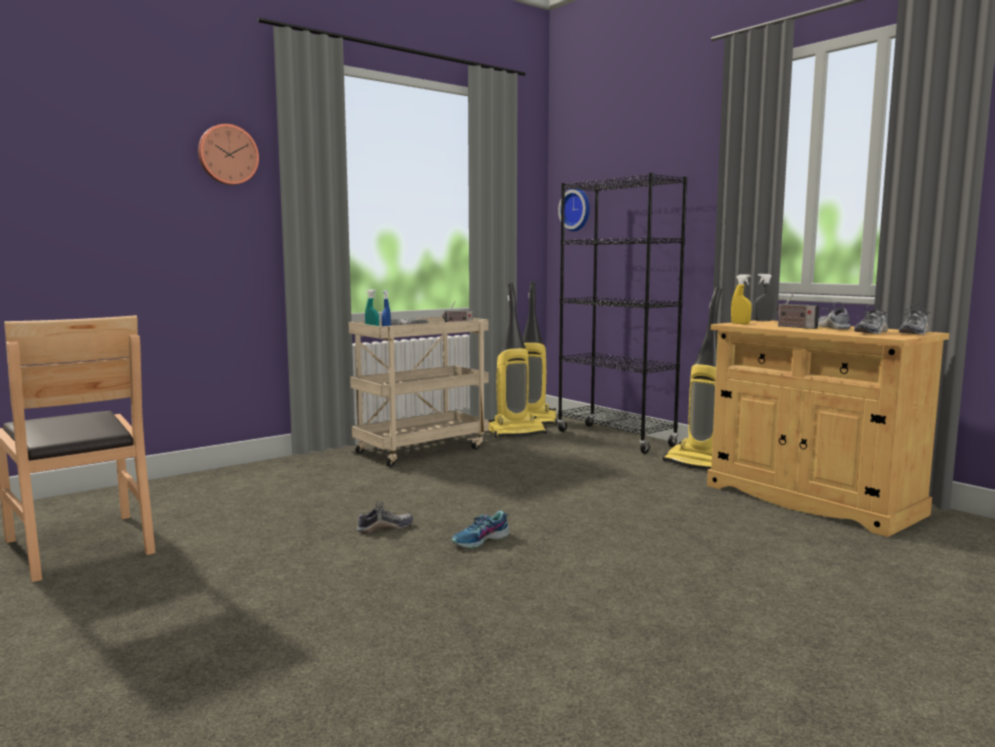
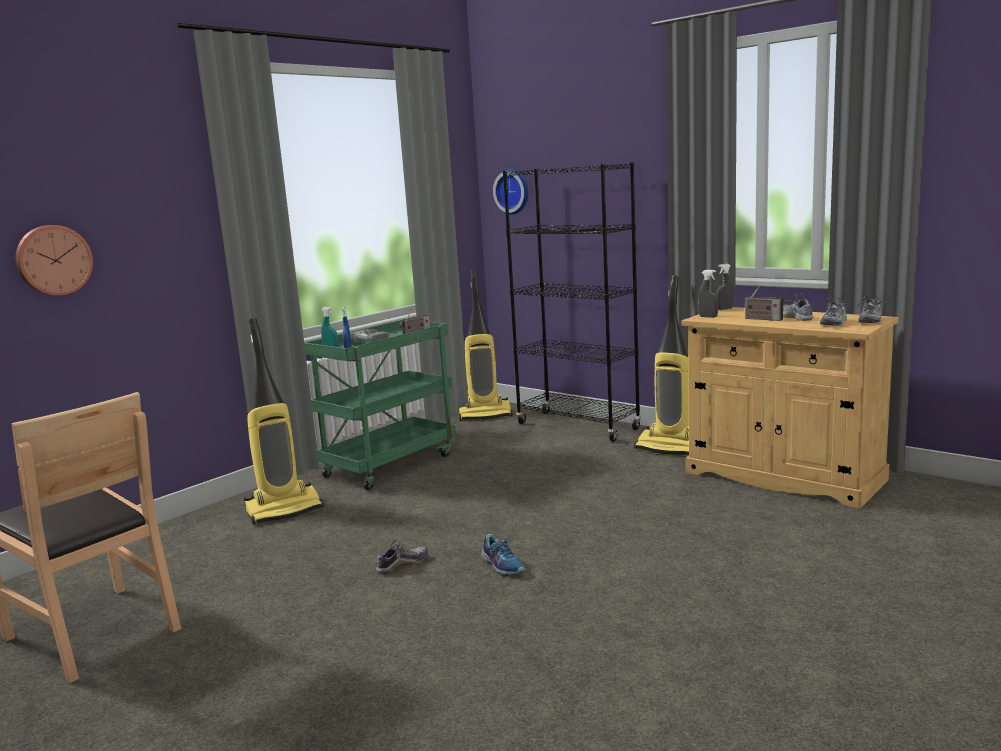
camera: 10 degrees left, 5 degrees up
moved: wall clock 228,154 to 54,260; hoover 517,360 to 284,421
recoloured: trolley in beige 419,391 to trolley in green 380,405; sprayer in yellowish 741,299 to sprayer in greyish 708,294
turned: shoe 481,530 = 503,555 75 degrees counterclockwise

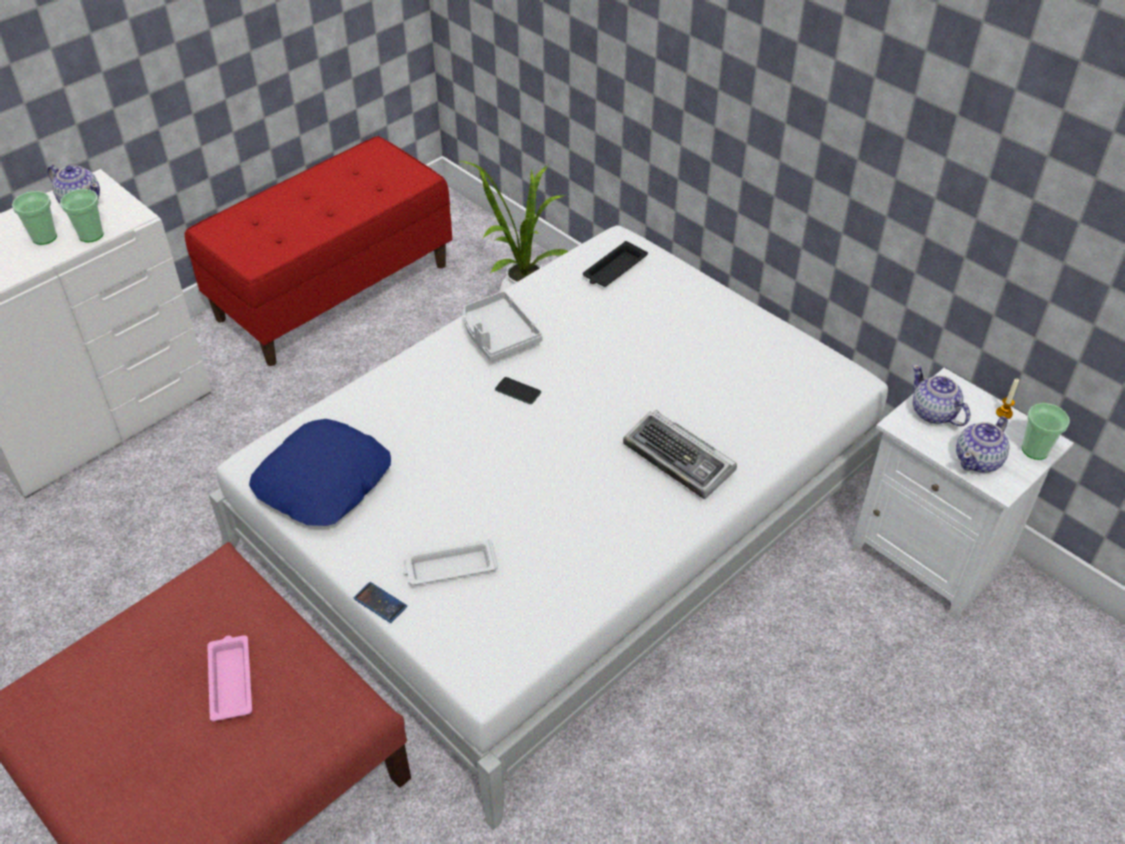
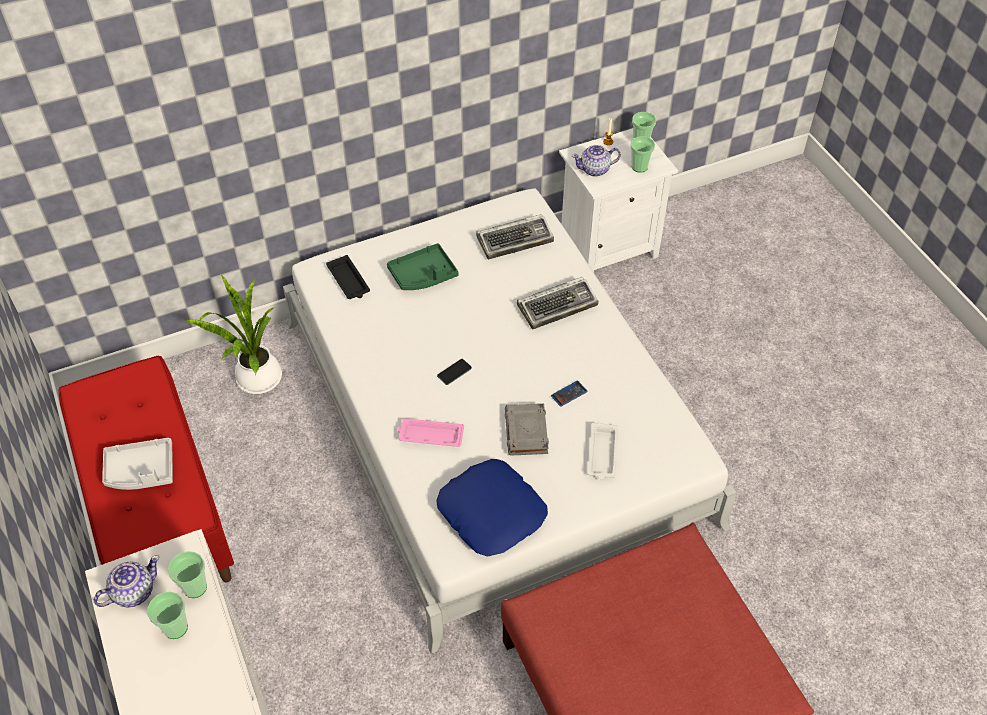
camera: 70 degrees left, 5 degrees up
added: serving tray in green 423,266; computer keyboard 515,237; book in greyish 527,429
moved: serving tray in pink-coloured 229,678 to 431,432; telephone 380,602 to 569,394; serving tray in greyish 503,326 to 137,464
replaced: pot for tea 983,444 to drinking cup 642,154

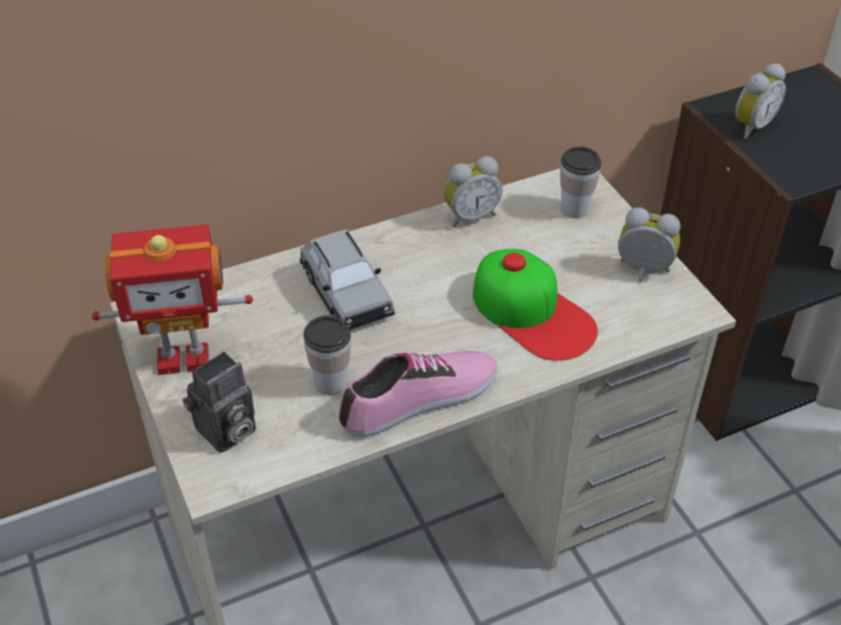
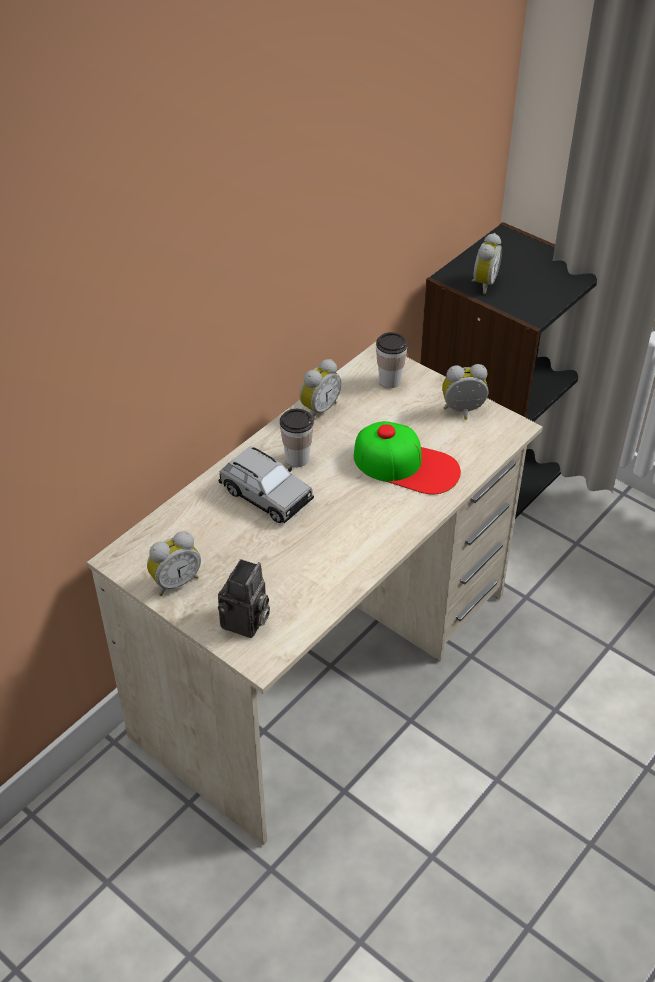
camera: 25 degrees left, 0 degrees up
removed: shoe 418,394
moved: drinking cup 327,355 to 297,438
replaced: model robot 172,299 to alarm clock 174,563

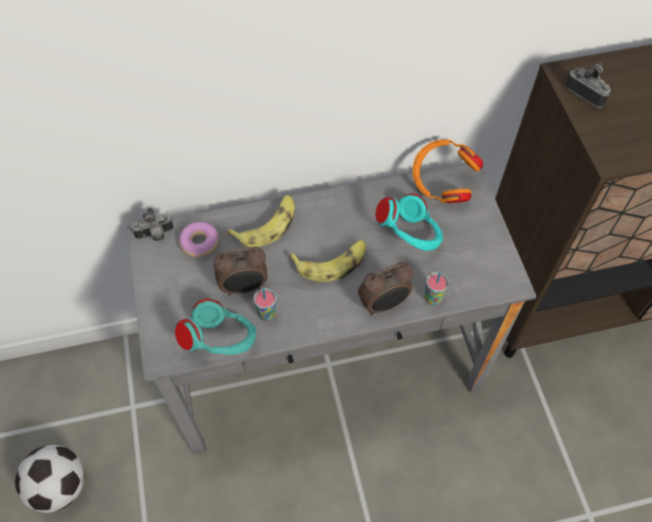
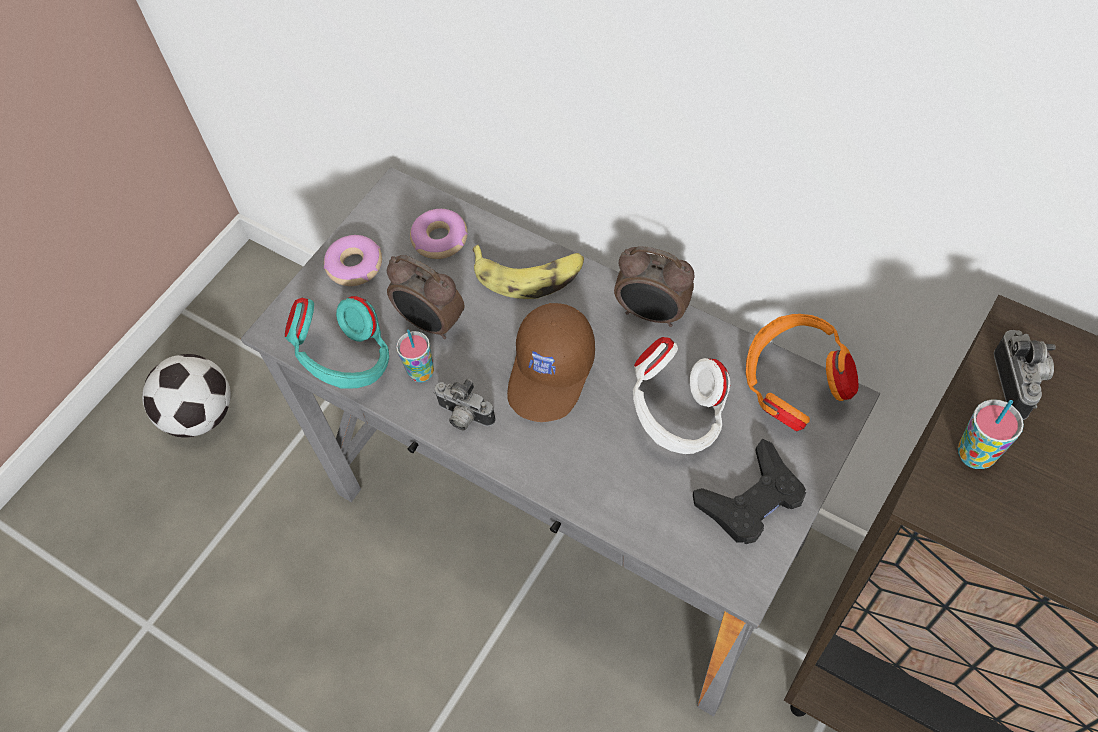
camera: 50 degrees right, 0 degrees up
added: doughnut 353,260; game controller in blackish 749,491
moved: still camera 152,224 to 465,404; alarm clock 385,288 to 654,286; drinking cup 436,288 to 991,434
replaced: banana fruit 328,261 to baseball cap in brown-coloured 551,362
recoloured: headphones in turquoise 409,222 to headphones in whitish 681,395

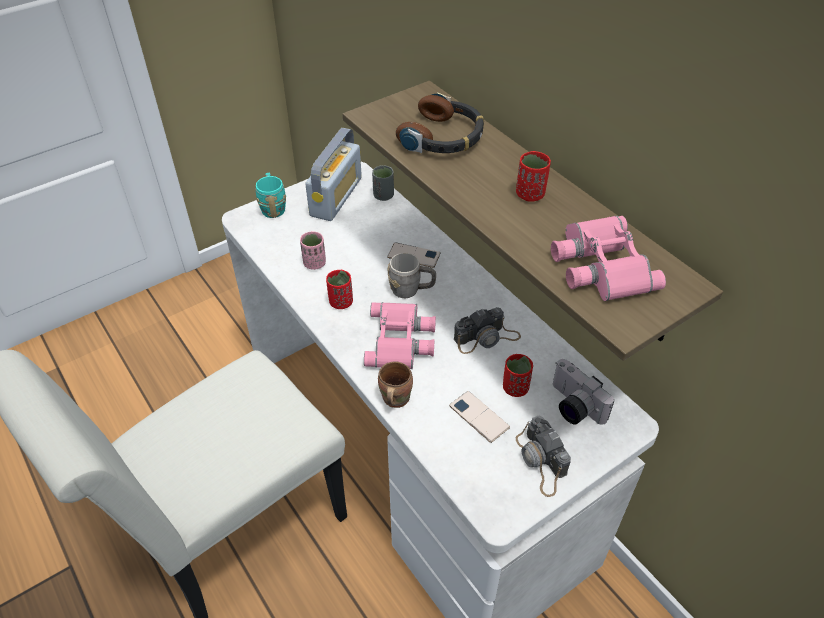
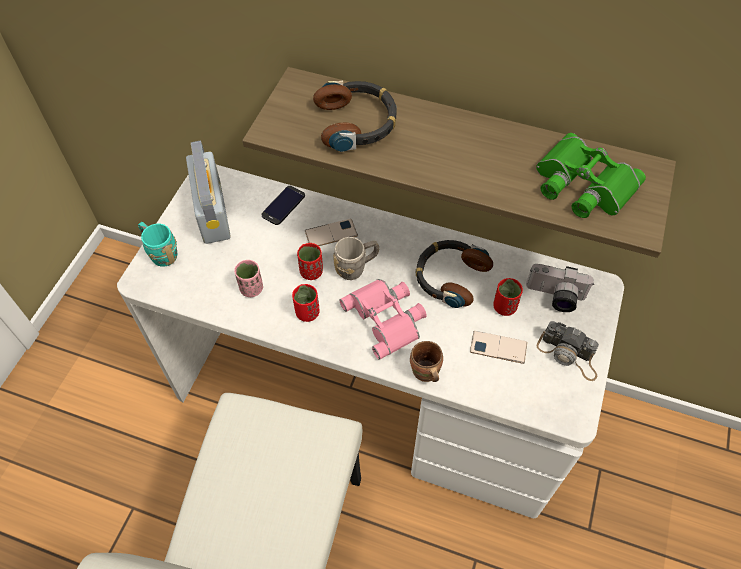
camera: 35 degrees left, 10 degrees up
removed: drinking cup in greyish 383,183
added: telephone 283,205
moved: drinking cup in reddish 533,176 to 310,261
replaced: still camera 487,330 to headphones 454,274
recoloured: pair of binoculars in pink-coloured 608,258 to pair of binoculars in green 591,175

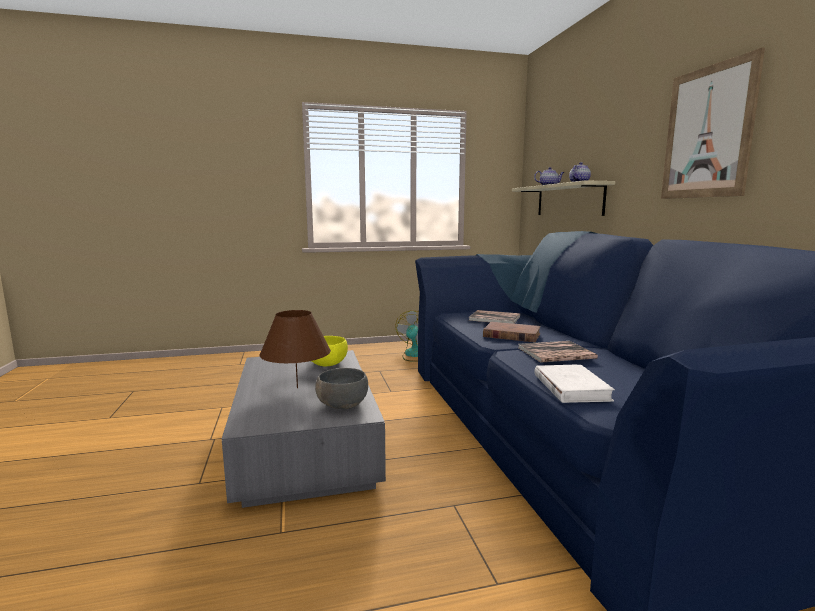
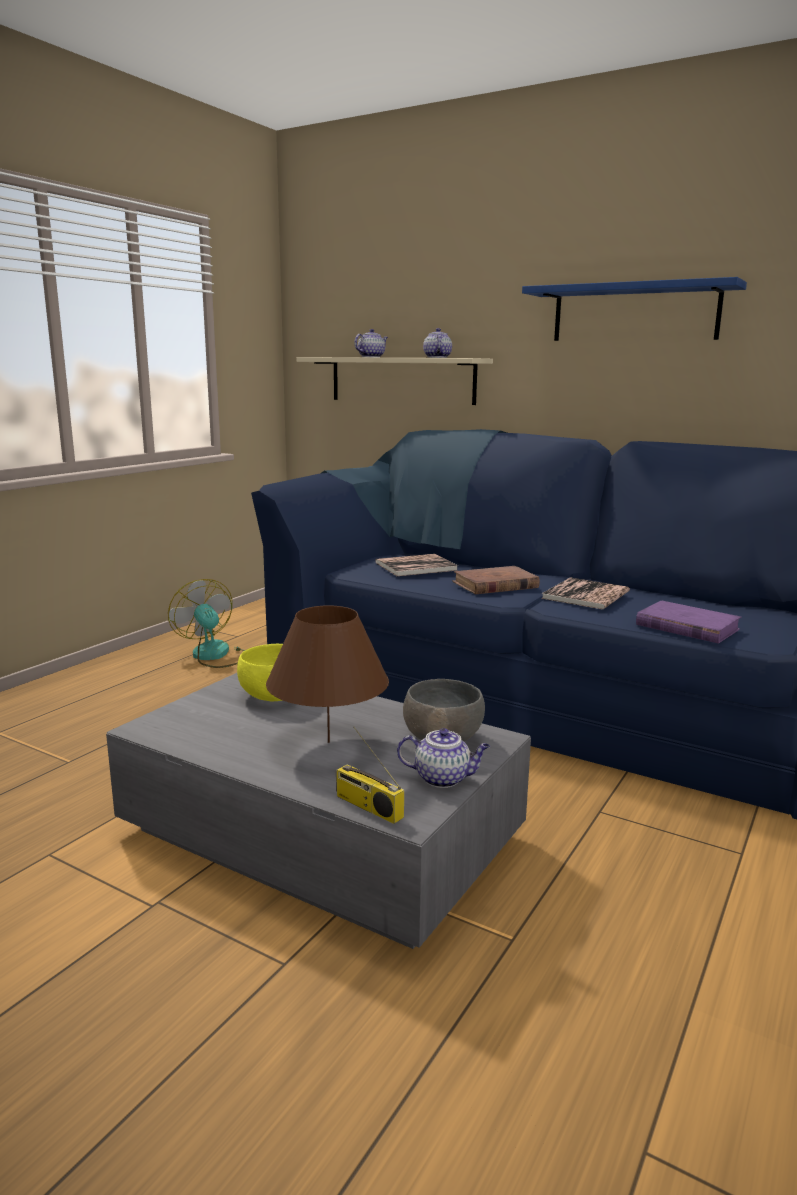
camera: 45 degrees left, 5 degrees up
added: radio set 370,775; pot for tea 443,758
replaced: wall art 713,123 to shelf in blue-coloured 634,309
recoloured: book in whitish 574,384 to book in purple-coloured 688,622

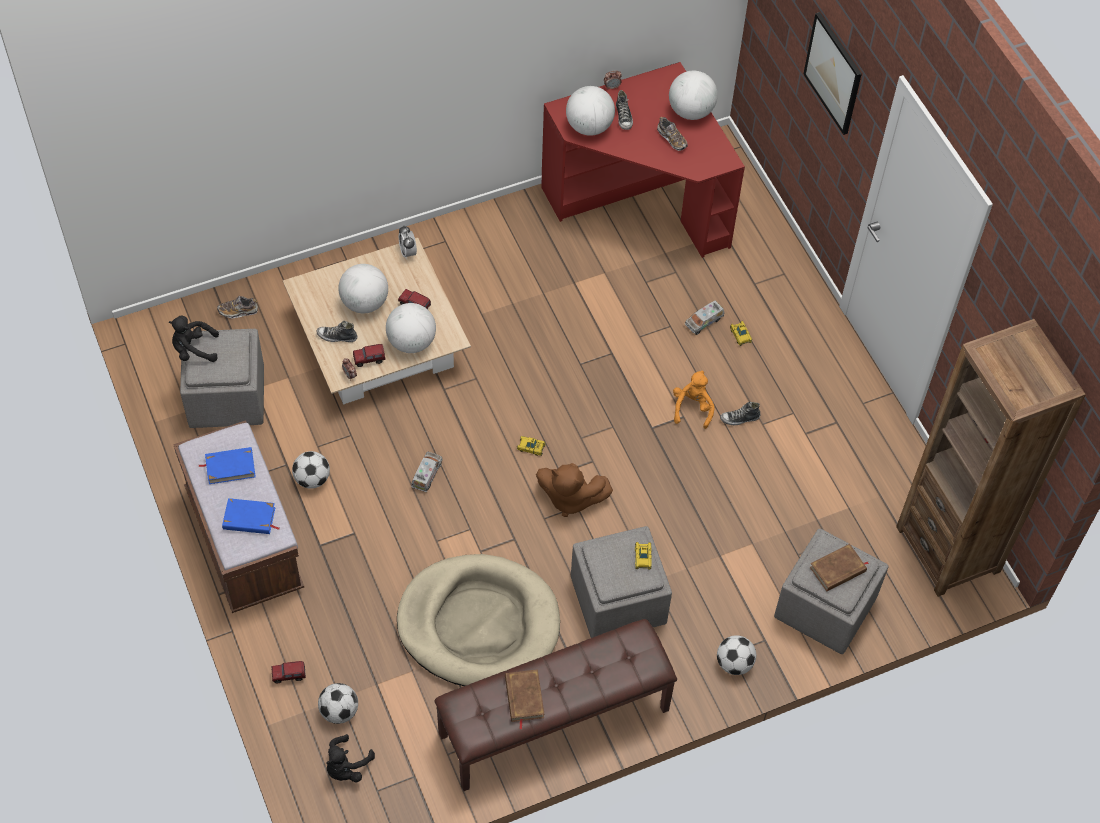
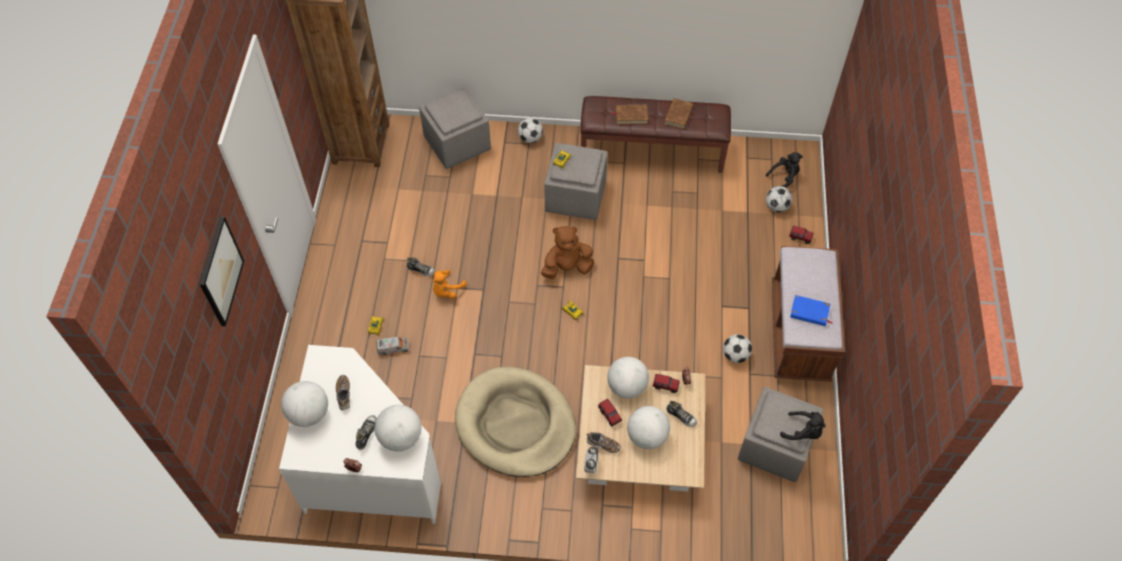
camera: 150 degrees left, 0 degrees up
removed: book in blue-coloured 250,516; toy lorry 427,472
moved: shoe 237,307 to 604,442; pet bed in beige 478,620 to 515,422; book in brown-coloured 839,567 to 629,114
recoloured: desk unit in reddish 643,160 to desk unit in whitish 360,434
turned: soft toy in brown-coloured 574,490 = 567,252 60 degrees counterclockwise

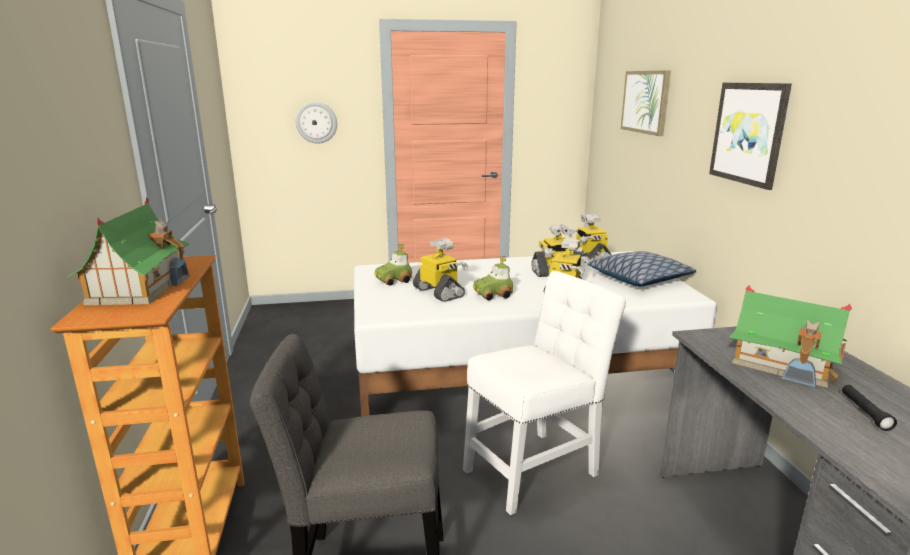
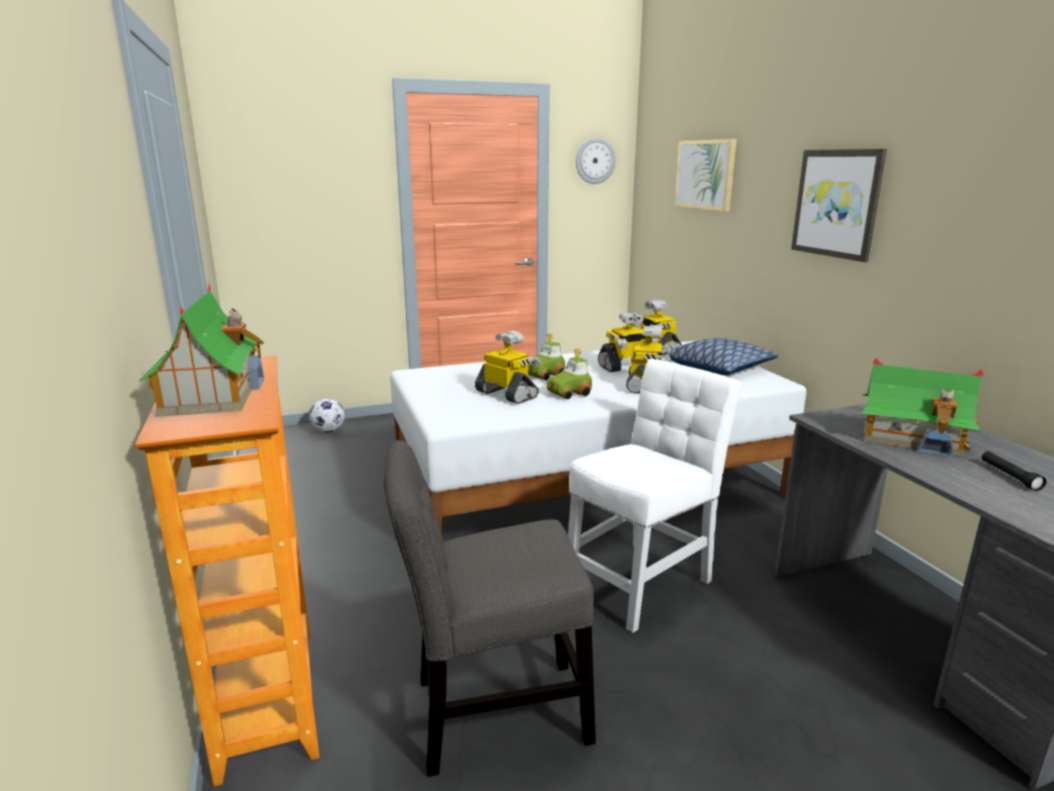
camera: 10 degrees left, 0 degrees up
added: football 327,415
moved: wall clock 316,123 to 596,161; miniature car 393,265 to 546,357

